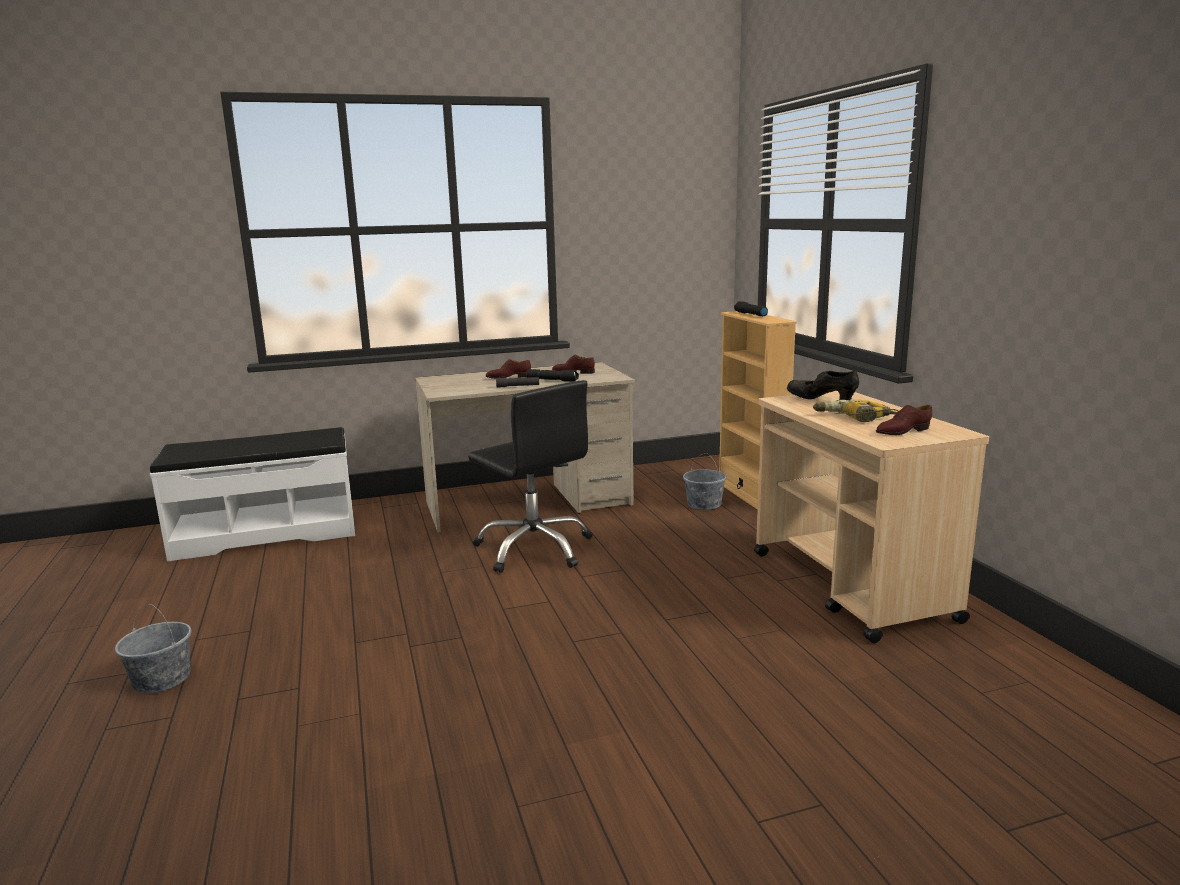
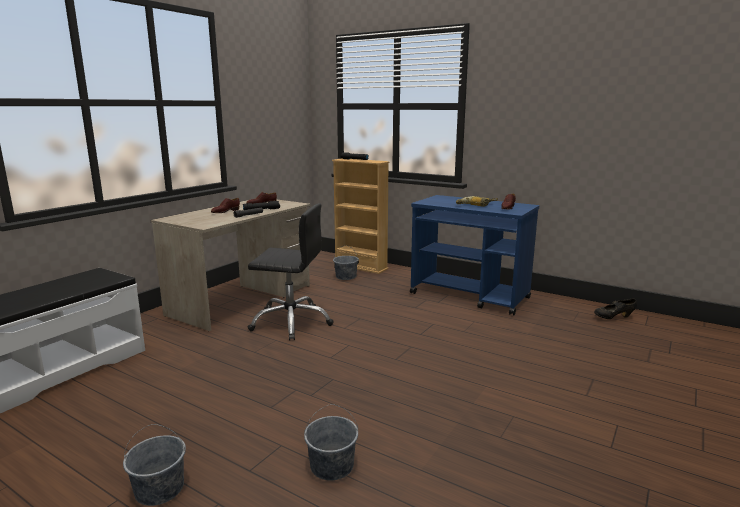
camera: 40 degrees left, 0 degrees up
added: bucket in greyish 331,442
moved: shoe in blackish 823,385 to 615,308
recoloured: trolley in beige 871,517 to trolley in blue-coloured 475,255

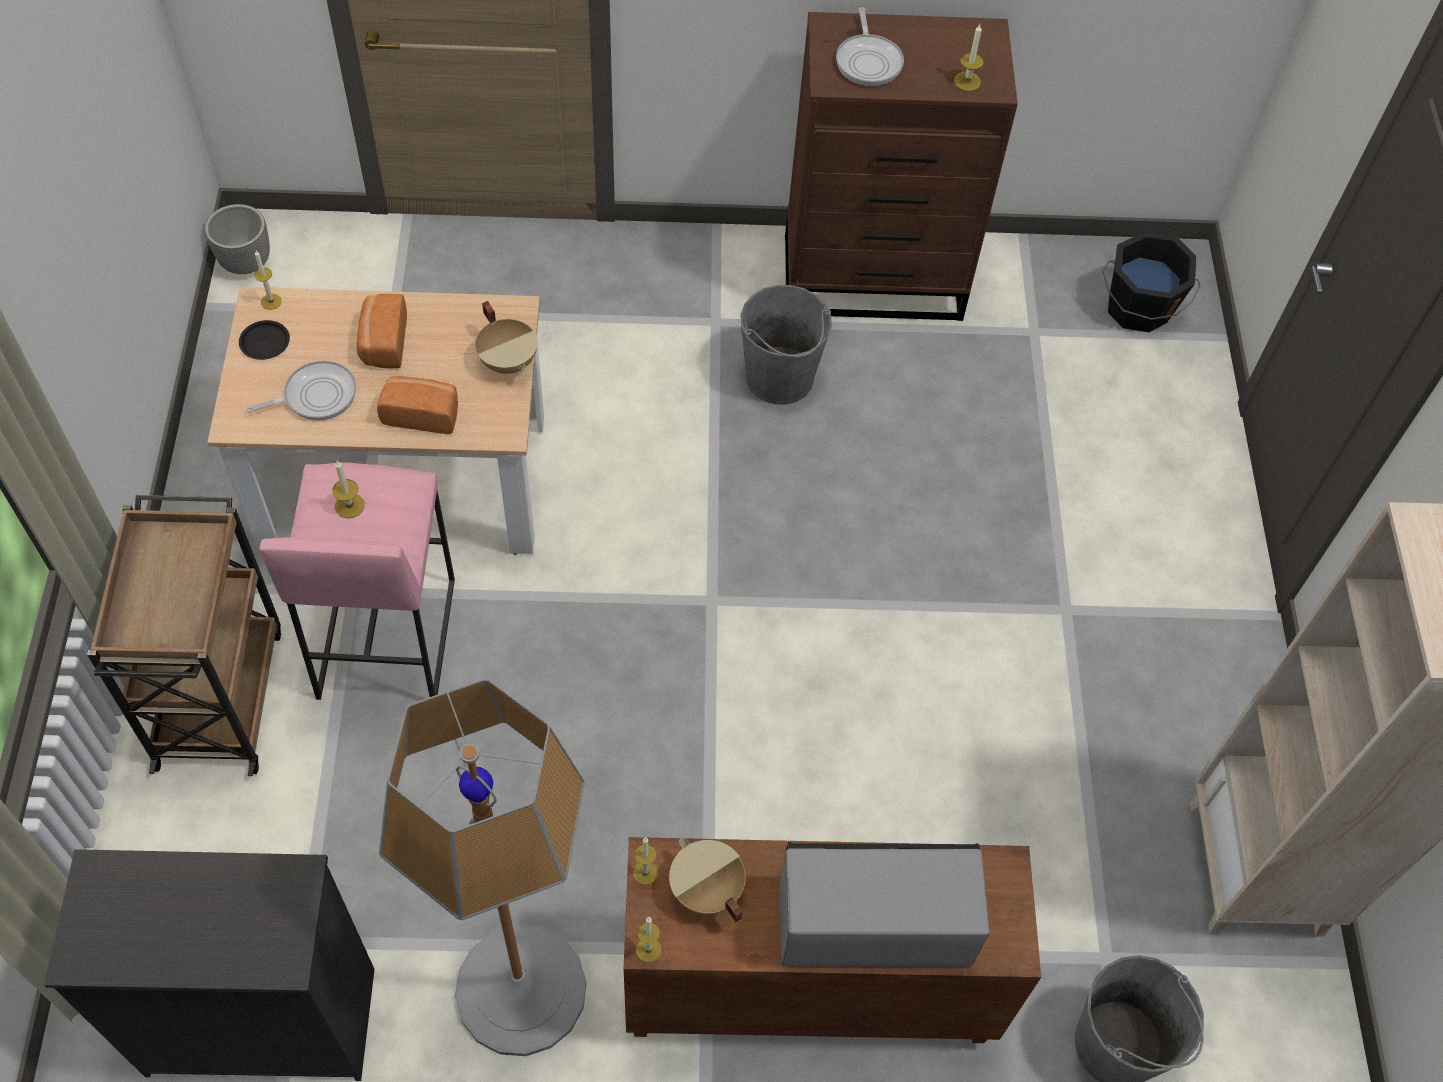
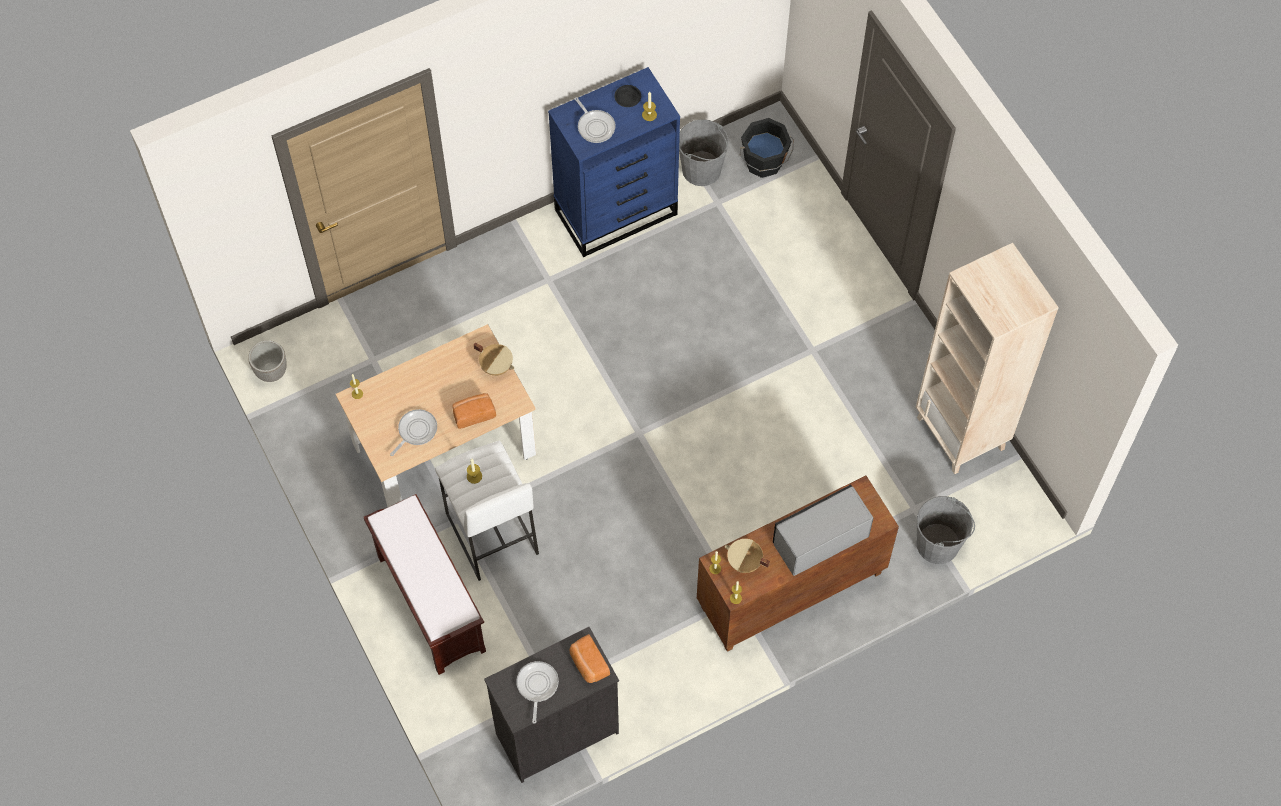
camera: 25 degrees left, 5 degrees up
removed: standing lamp 482,867
added: pan 537,692
moved: flat dish in blackish 264,340 to 627,96; baked bread 381,331 to 589,658; bucket in greyish 786,345 to 704,152
replaced: trolley in brown-coloured 184,635 to indoor bench in brown-coloured 425,584
recoloured: stool seat in pink-coloured 357,581 to stool seat in whitish 487,511; chest of drawers in brown-coloured 901,166 to chest of drawers in blue-coloured 614,162

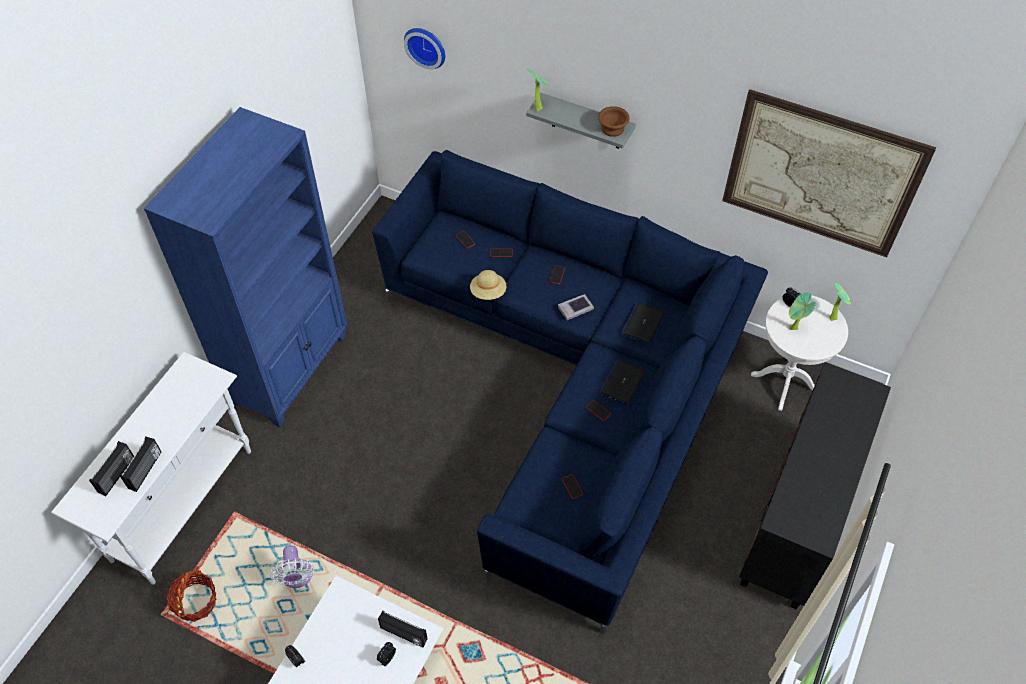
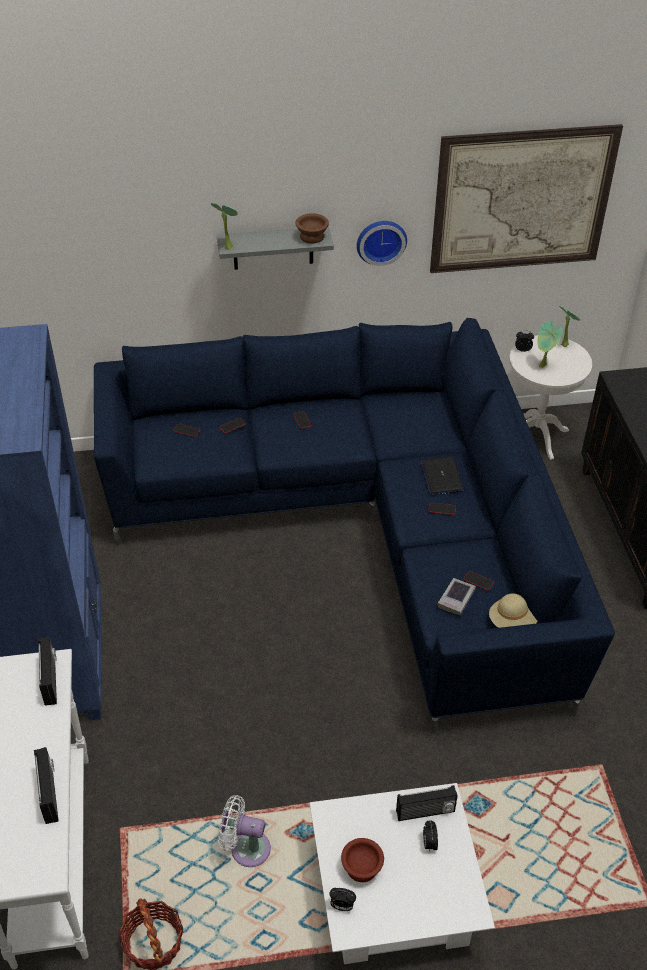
camera: 35 degrees left, 10 degrees down
removed: laptop 643,323
added: bowl in brown-coloured 362,860
moved: radio set 111,468 to 47,671; wall clock 424,48 to 382,243; wearable hat in beige 488,285 to 513,610; book 576,307 to 457,596
turned: electric fan in whitish 292,567 = 244,831 150 degrees clockwise

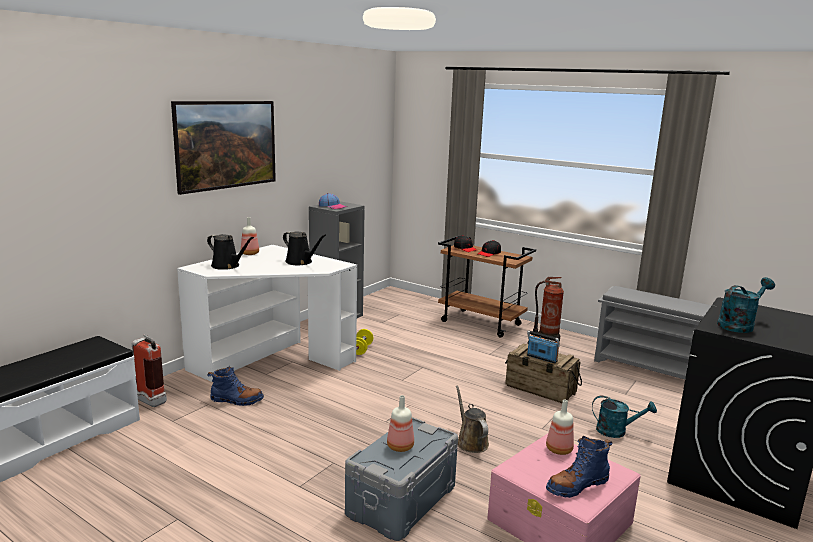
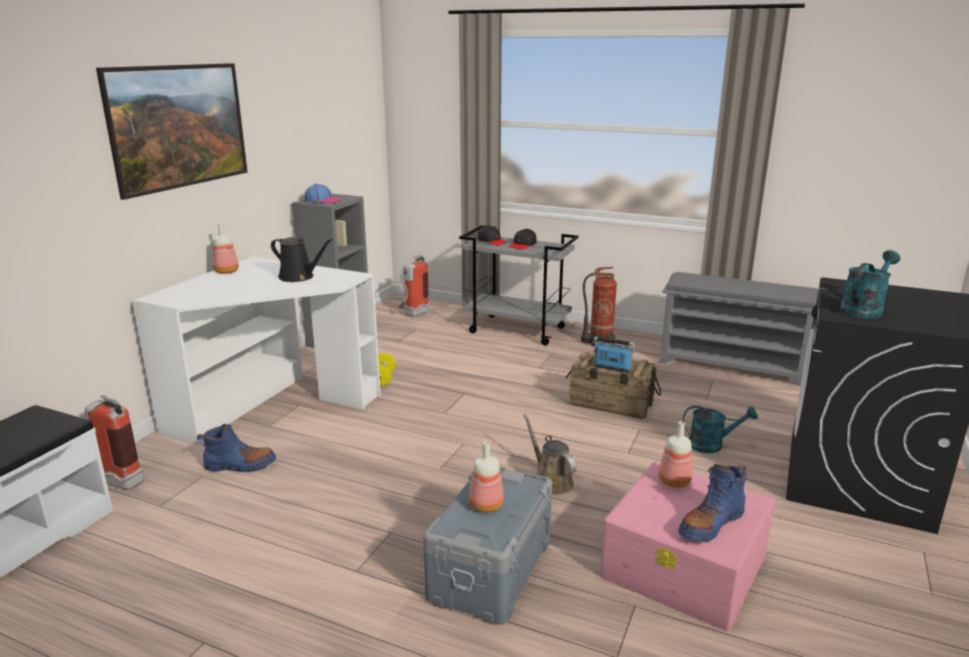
camera: 10 degrees left, 5 degrees up
removed: watering pot in blackish 230,252
added: extinguisher 414,286
recoloured: trolley in brown-coloured 487,286 to trolley in greyish 519,285

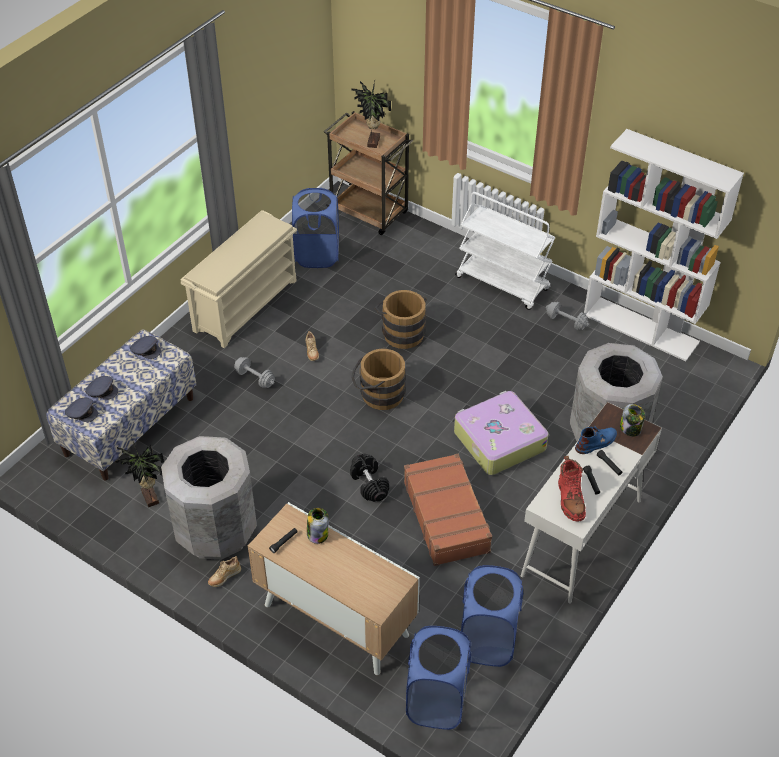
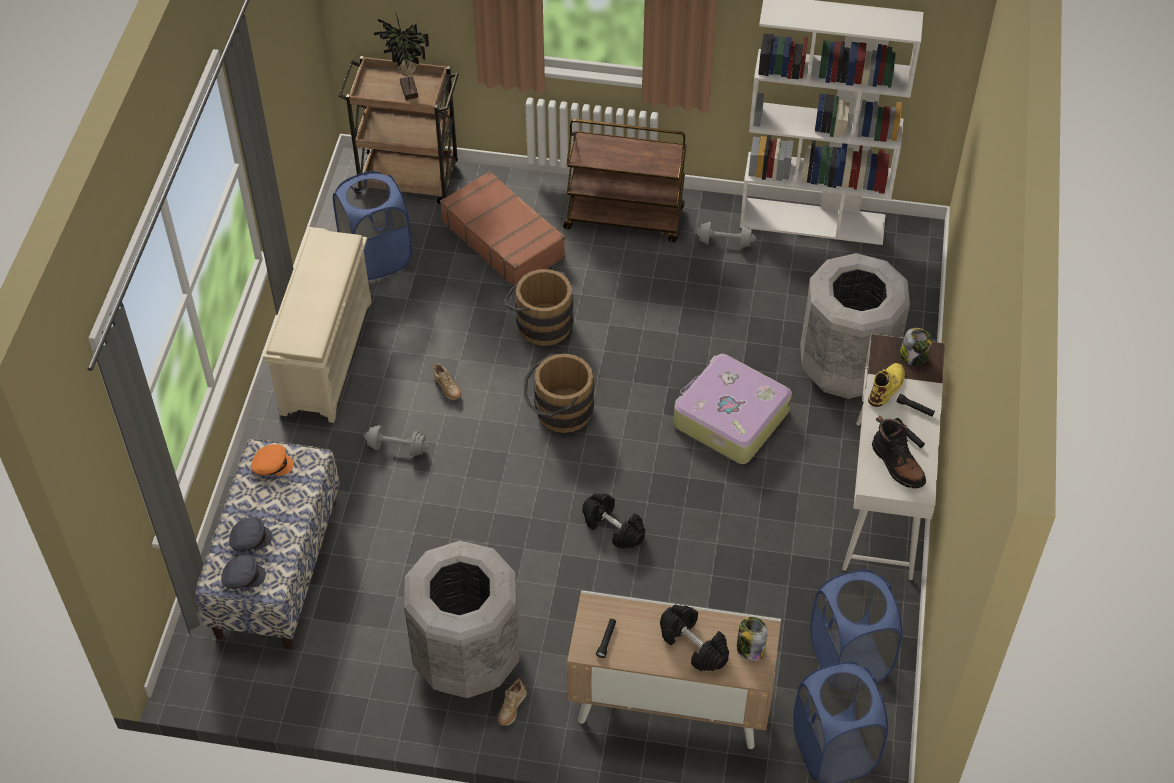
camera: 25 degrees left, 5 degrees up
removed: houseplant 139,472
added: free weight in blackish 694,637
moved: storage jar 318,526 to 752,639; travel case in brown-coloured 448,510 to 502,228
recoloured: baseball cap in greyish 145,347 to baseball cap in orangey 272,460; trolley in whitish 505,251 to trolley in brown-coloured 625,180; boot in reddish 572,488 to boot in blackish 899,452; boot in blue-coloured 596,440 to boot in yellowish 886,385

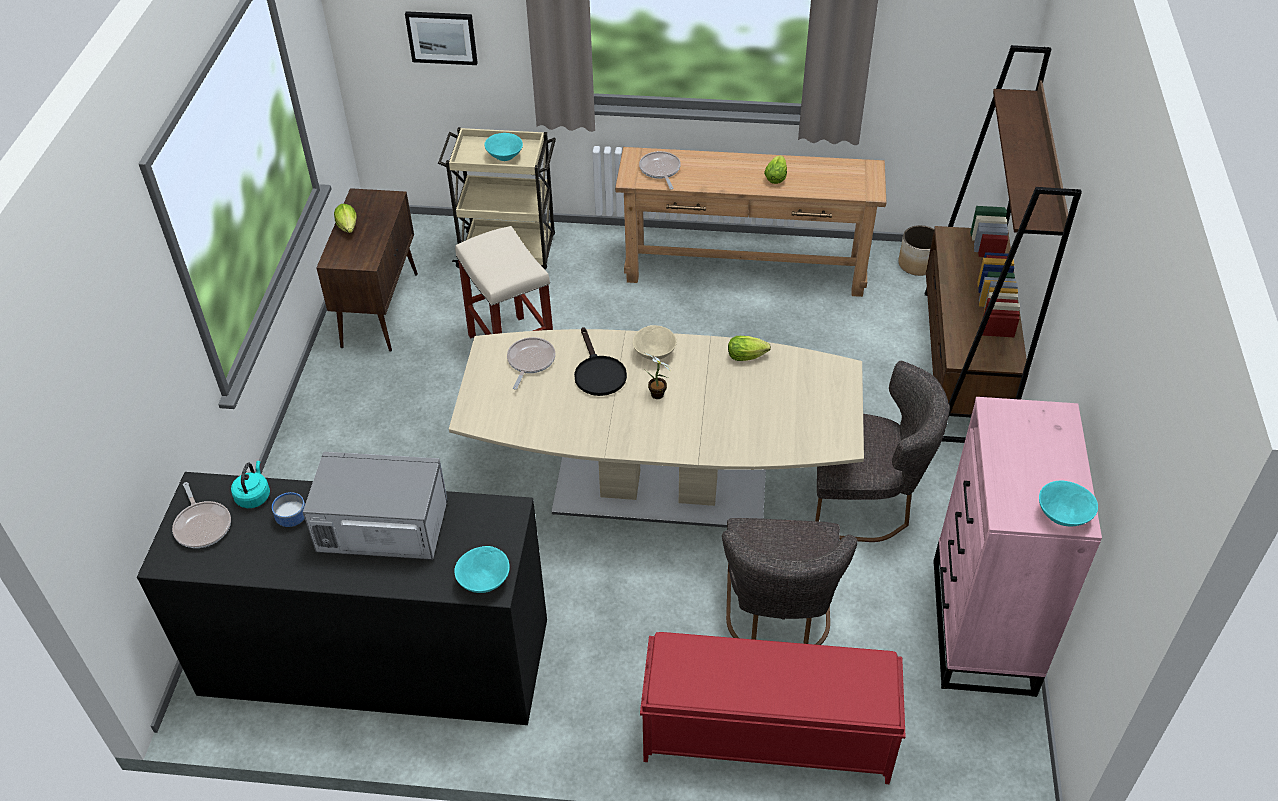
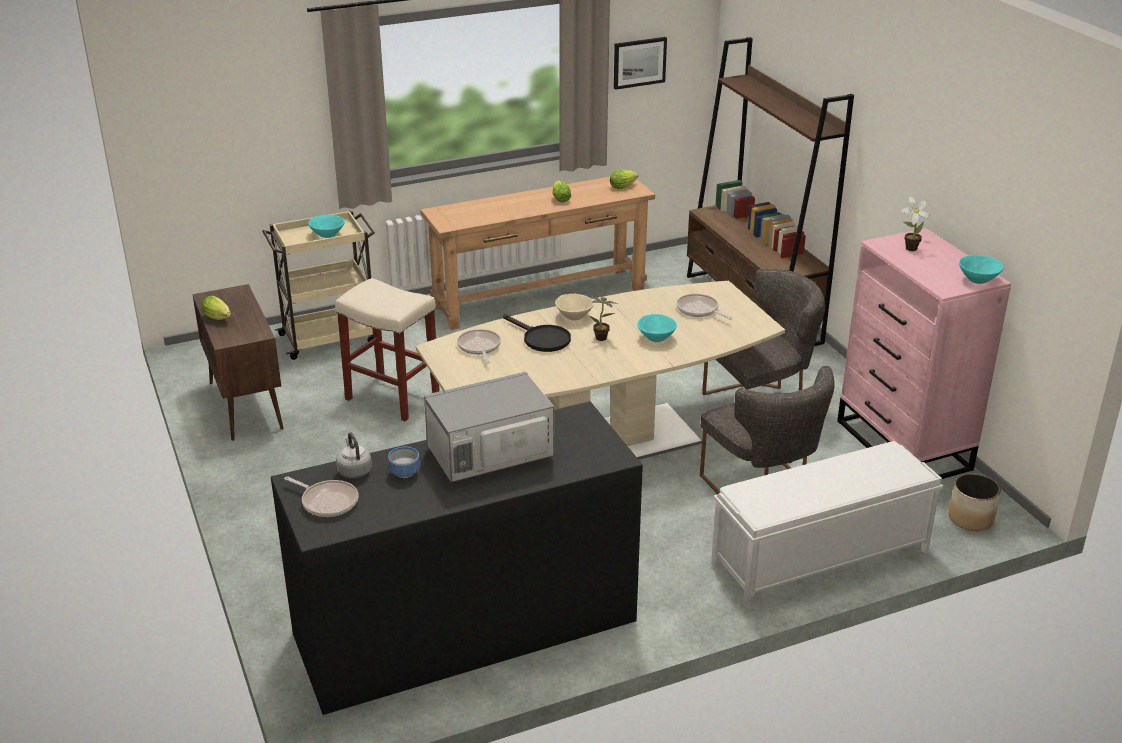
camera: 30 degrees left, 15 degrees down
added: houseplant 916,223
moved: wall art 441,38 to 640,63; bowl in turquoise 482,569 to 657,328; pan 660,170 to 704,306; lettuce head 749,348 to 624,179; planter 916,250 to 974,502
recoloured: kettle in turquoise 250,484 to kettle in greyish 354,455; indoor bench in reddish 773,708 to indoor bench in whitish 827,524

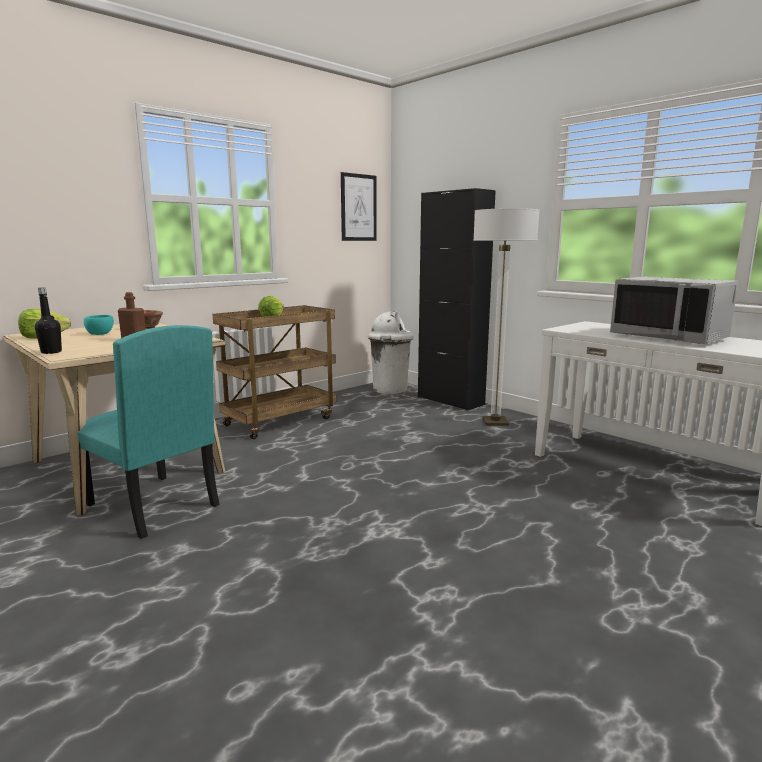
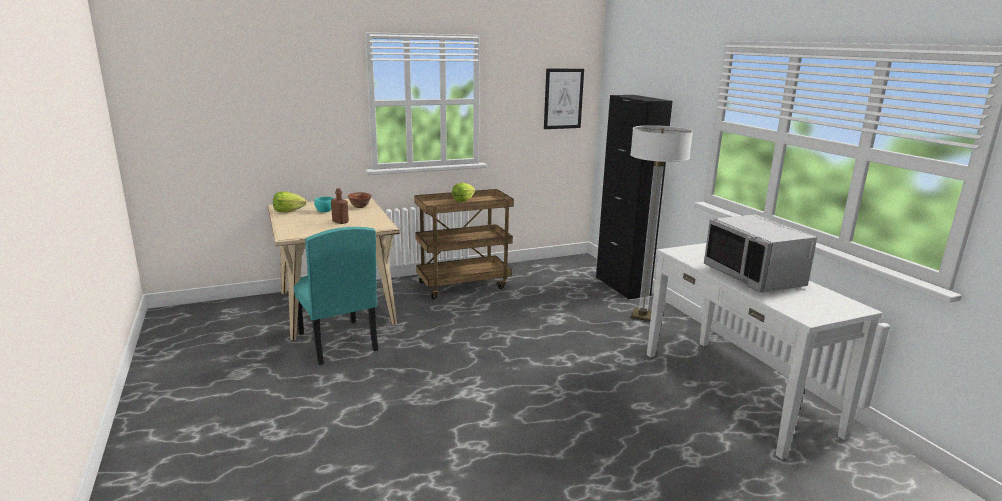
camera: 20 degrees right, 5 degrees up
removed: beverage bottle in blackish 48,321; rubbish bin in whitish 391,353

